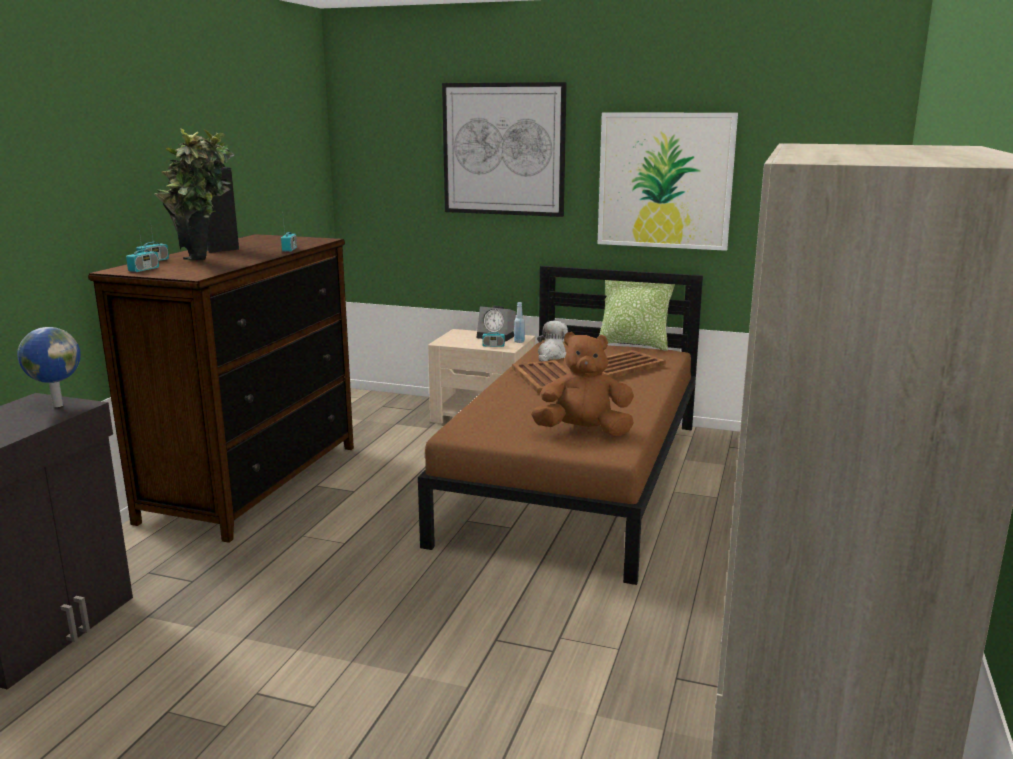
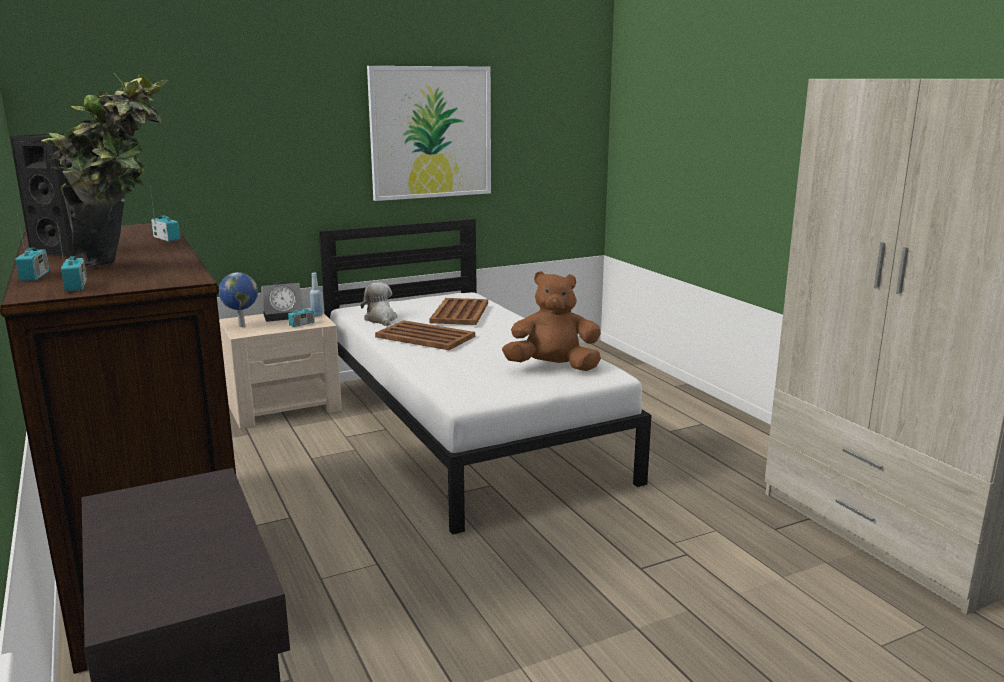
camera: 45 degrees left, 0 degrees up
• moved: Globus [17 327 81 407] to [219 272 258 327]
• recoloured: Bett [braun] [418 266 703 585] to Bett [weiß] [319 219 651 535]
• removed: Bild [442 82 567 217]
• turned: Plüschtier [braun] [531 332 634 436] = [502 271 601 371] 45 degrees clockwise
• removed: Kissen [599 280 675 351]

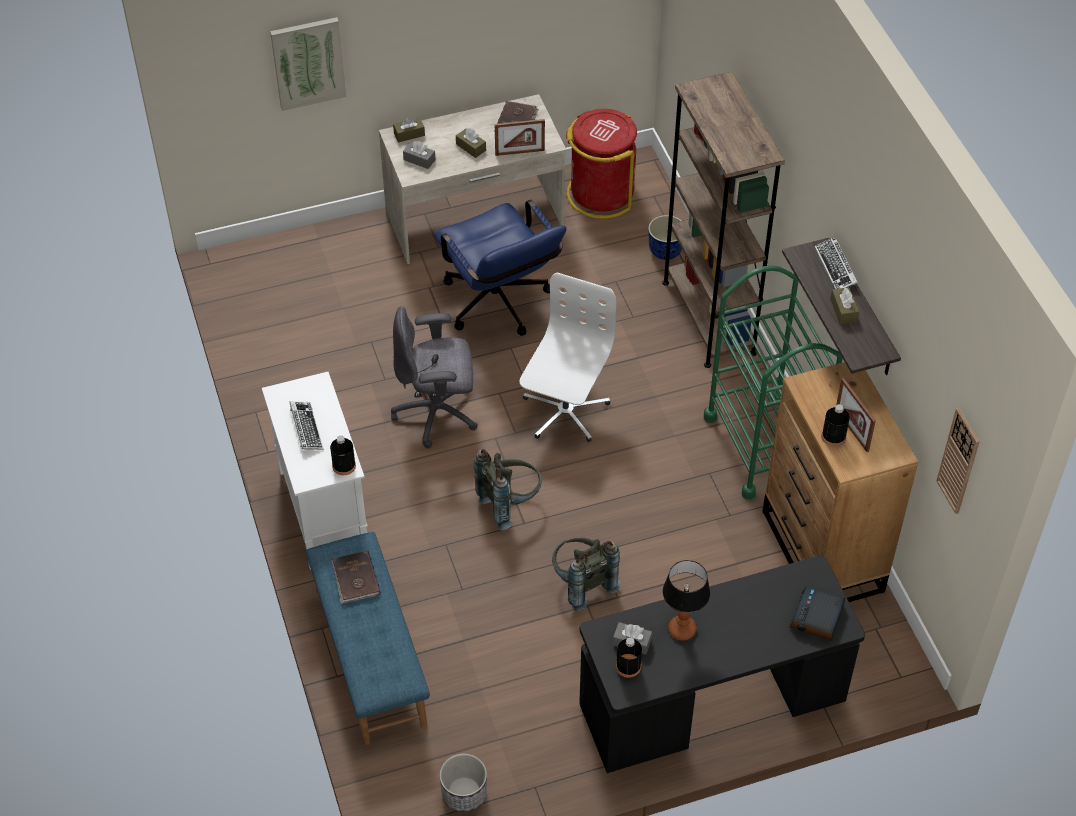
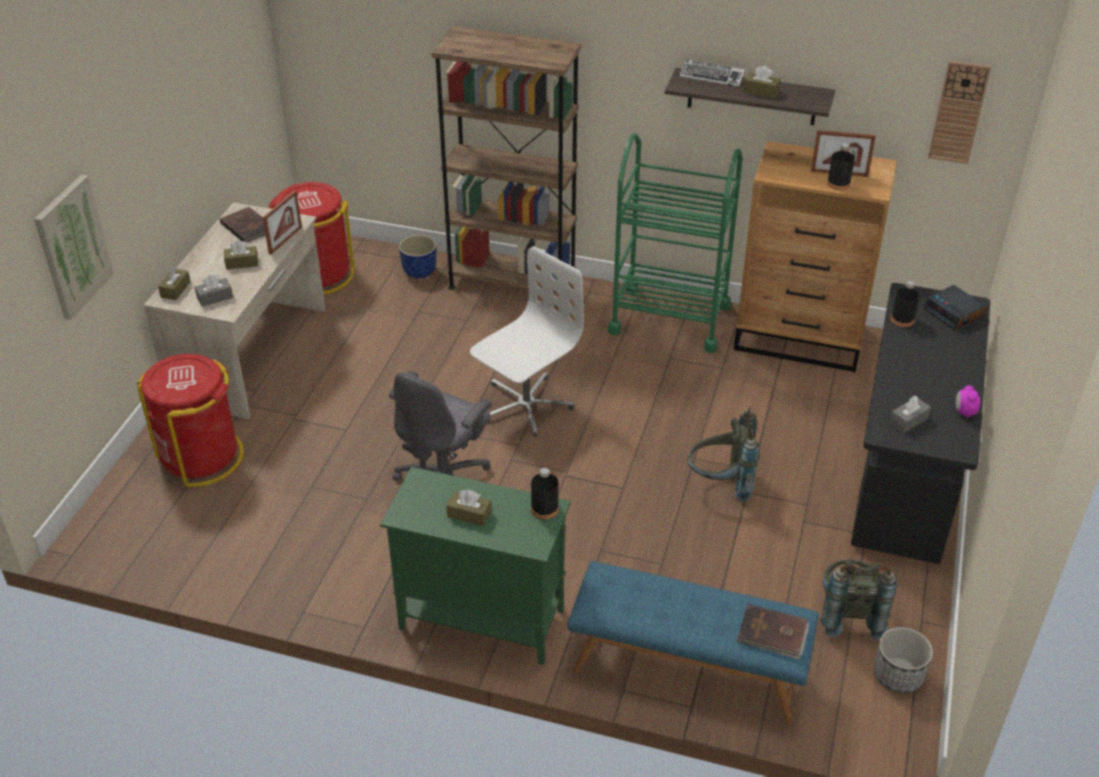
camera: 55 degrees left, 10 degrees down
• recoloured: Schrank [weiß] [262 372 368 570] to Schrank [grün] [380 467 571 665]
• replaced: Tastatur [289 401 324 450] to Taschentuchbox [braun] [446 490 491 526]
• moved: Buch [braun] [332 550 381 604] to [736 604 809 660]
• removed: Bürostuhl [blau] [434 200 567 336]
• moved: Rucksack [grau] [474 449 542 530] to [821 559 897 640]
• turned: Bürostuhl [weiß] [519 272 616 442] = [470 246 584 437] 75 degrees clockwise
• moved: Flasche [schwarz] [616 637 642 678] to [890 281 920 327]
• removed: Tischlampe [663 560 710 641]
• added: Mülleimer [rot] [137 354 244 487]
• added: Wecker [956 386 980 418]

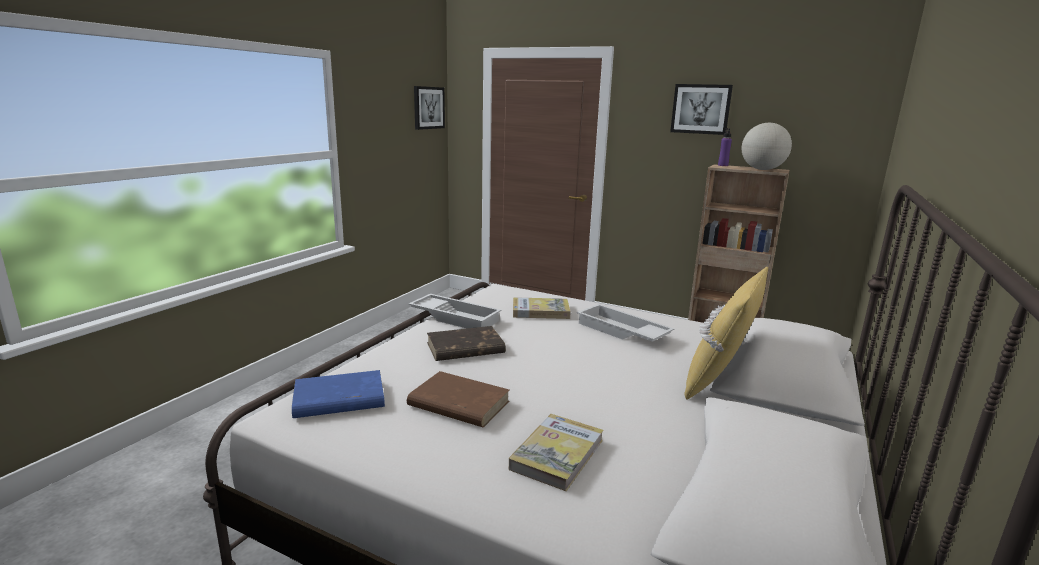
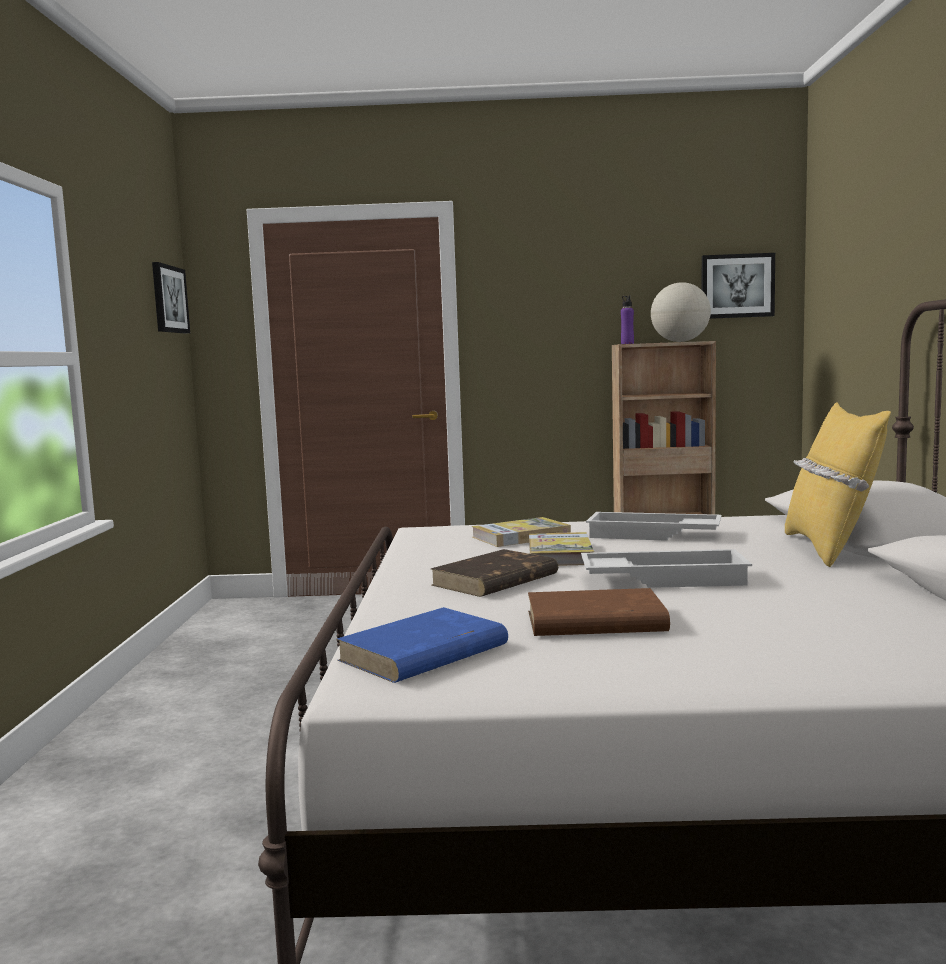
camera: 25 degrees left, 10 degrees down
• moved: Tablett [weiß] [408 294 501 328] to [581 549 752 588]
• moved: Buch [509 414 604 491] to [529 532 594 566]
• moved: Bild [670 84 733 135] to [702 253 775 319]

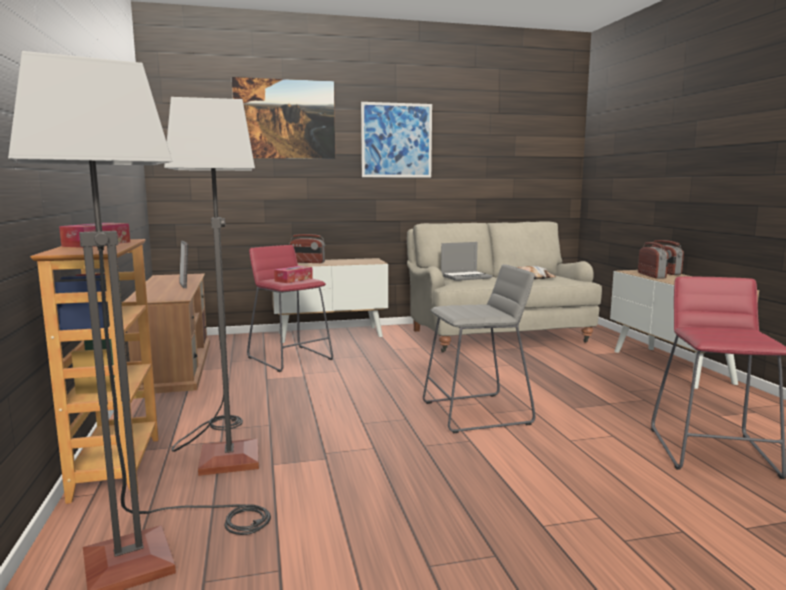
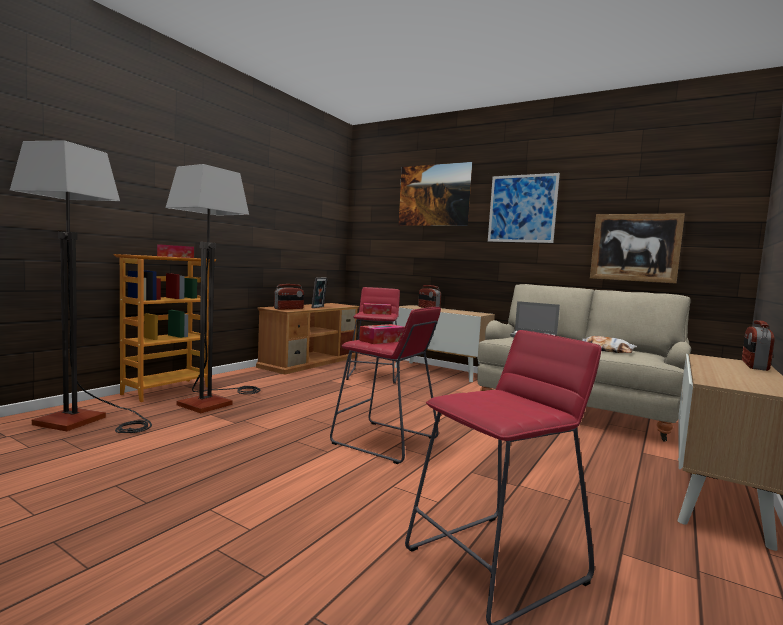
camera: 45 degrees right, 5 degrees down
• recoloured: Hocker [grau] [423 264 535 433] to Hocker [rot] [330 307 441 464]
• moved: Radio [638 242 669 278] to [274 284 304 310]
• added: Taschentuchbox [359 324 405 344]
• added: Bild [590 213 685 284]

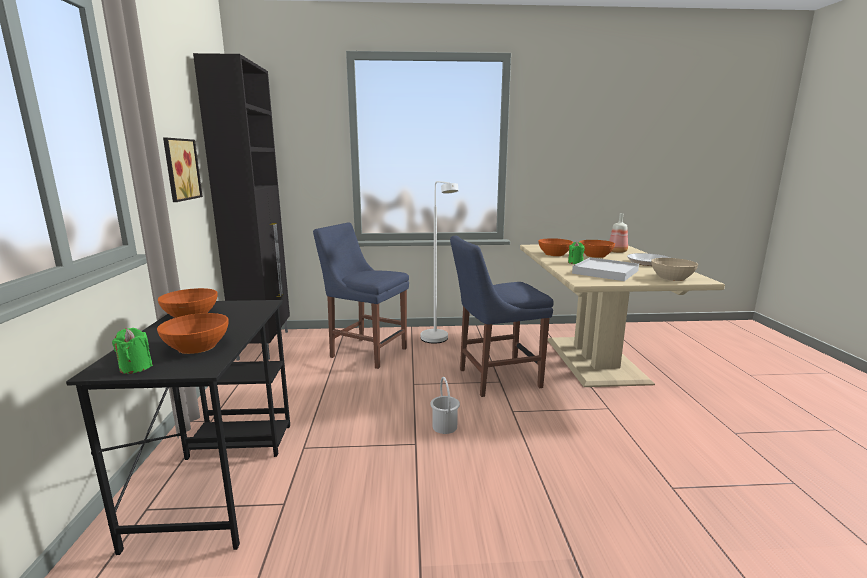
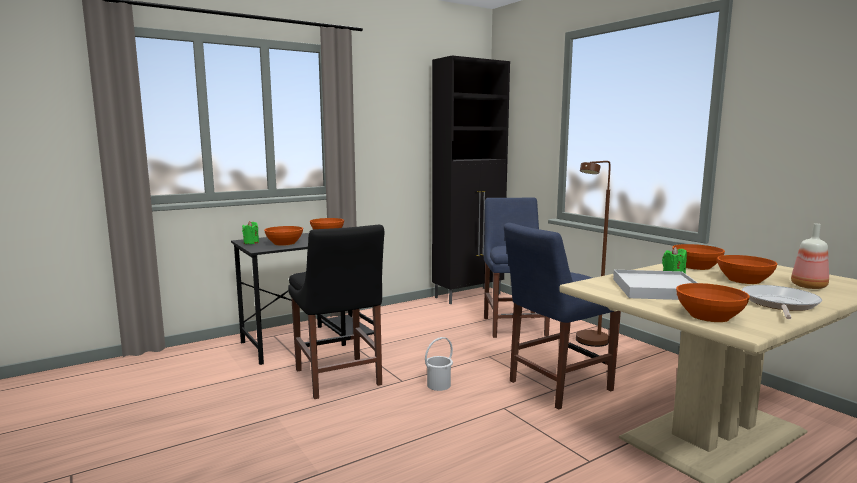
camera: 60 degrees right, 5 degrees down
• removed: Bild [163 138 203 202]
• recoloured: Stehlampe [weiß] [421 181 459 343] to Stehlampe [braun] [576 161 611 347]
• turned: Stuhl [blau] [450 236 554 397] = [504 223 621 410] 75 degrees counterclockwise
• recoloured: Schüssel [beige] [651 258 698 281] to Schüssel [orange] [676 283 750 322]
• added: Stuhl [schwarz] [288 225 384 399]

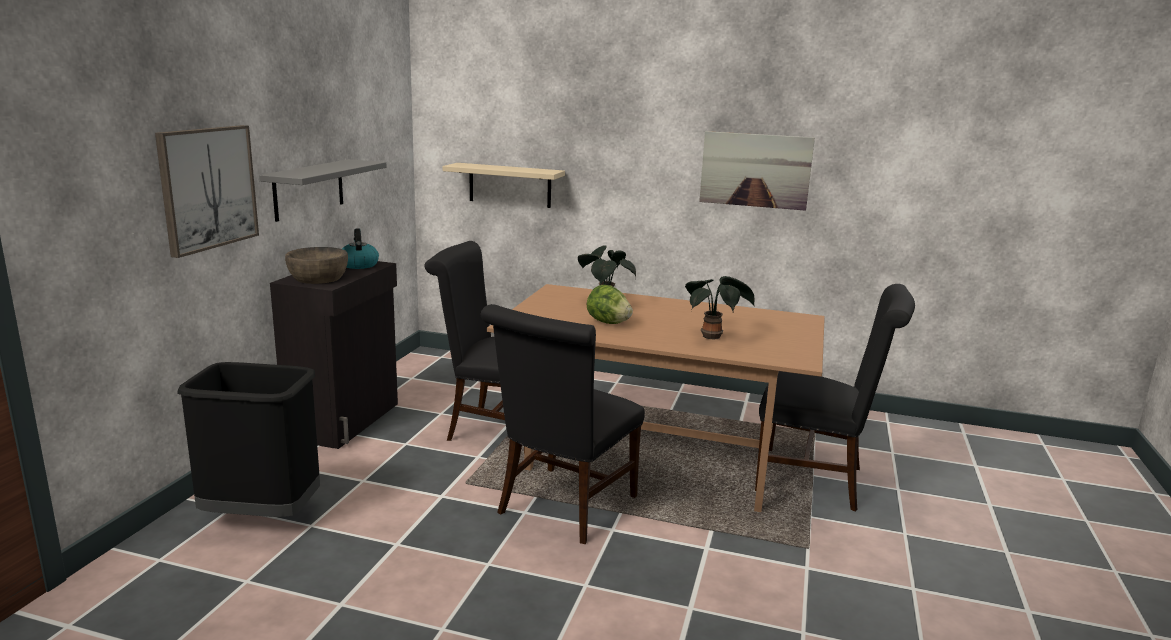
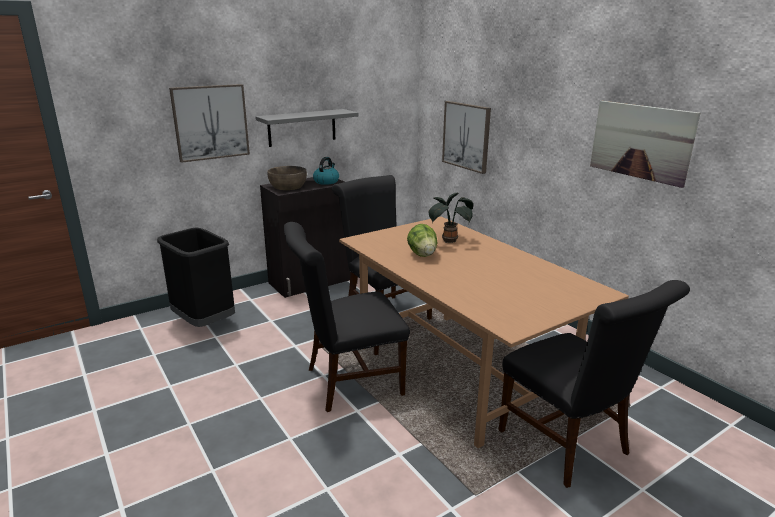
camera: 40 degrees right, 5 degrees up
• replaced: Wandregal [beige] [443 163 565 208] to Bild [442 101 491 174]
• removed: Topfpflanze [685 276 754 339]

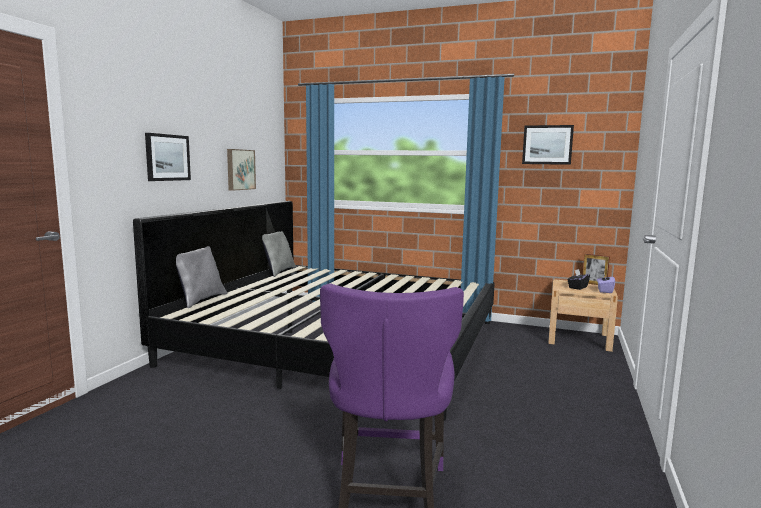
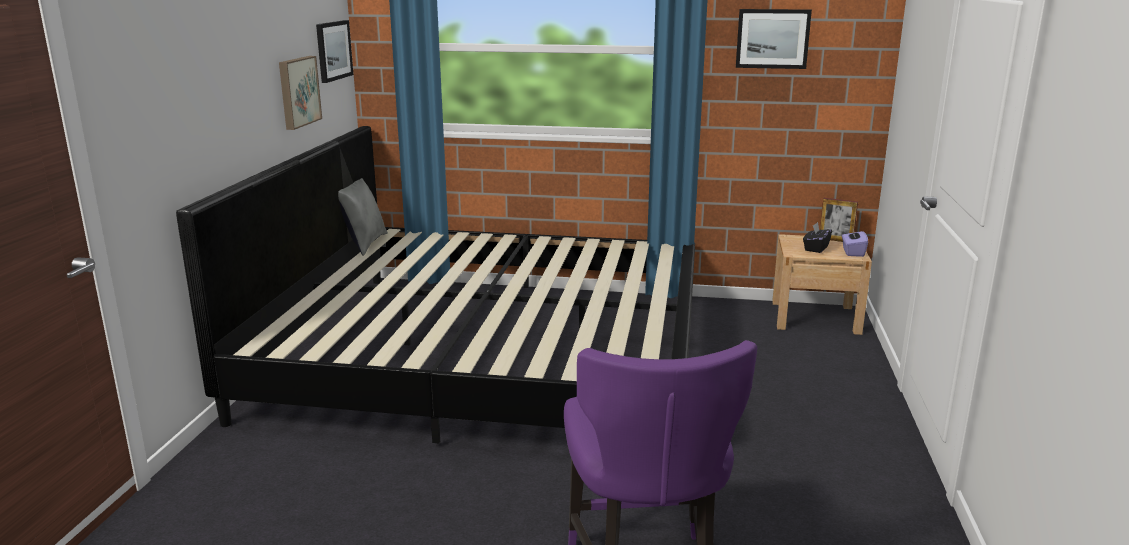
camera: 10 degrees left, 10 degrees up
• moved: Bild [145 133 191 181] to [316 20 353 83]
• removed: Kissen [grau] [176 246 228 308]

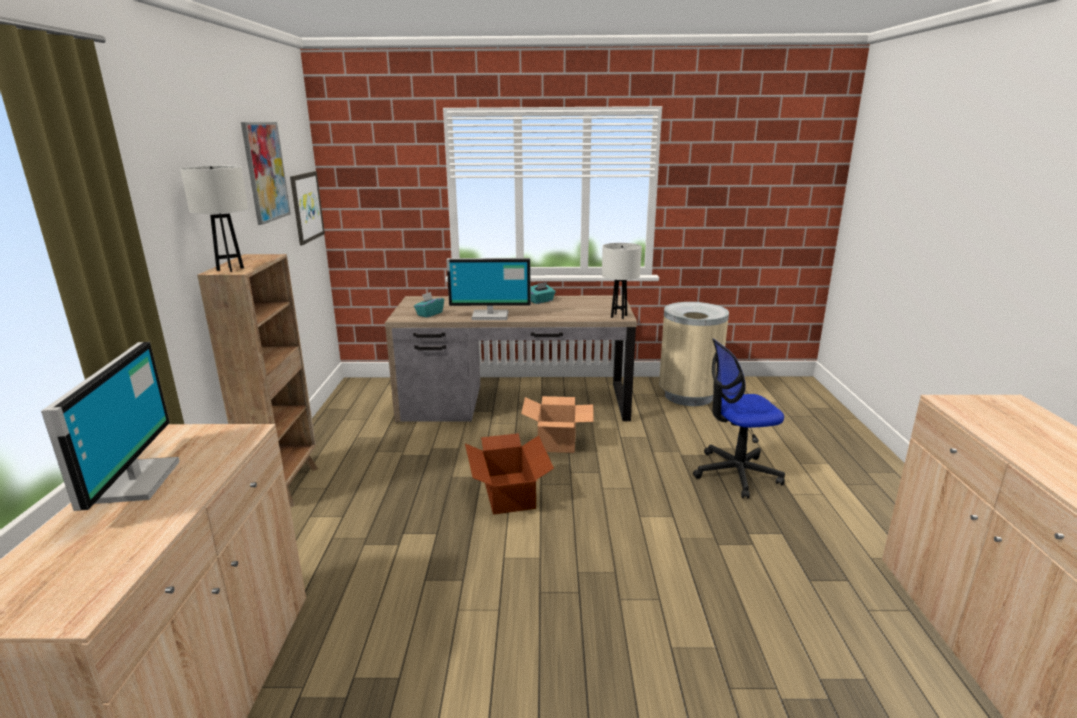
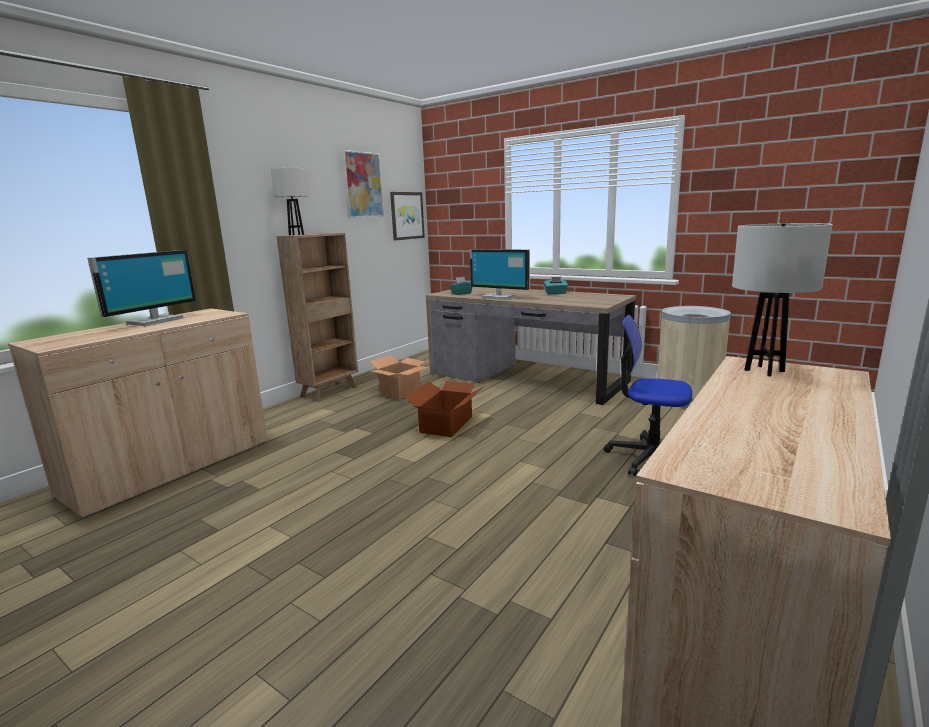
camera: 35 degrees right, 5 degrees down
• moved: Karton [521 396 594 453] to [369 355 429 400]
• moved: Tischlampe [weiß] [602 243 642 319] to [732 223 833 376]

